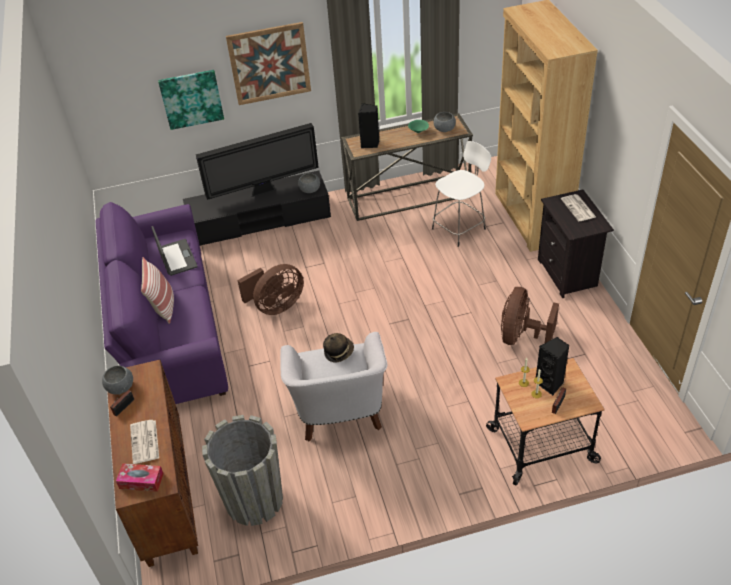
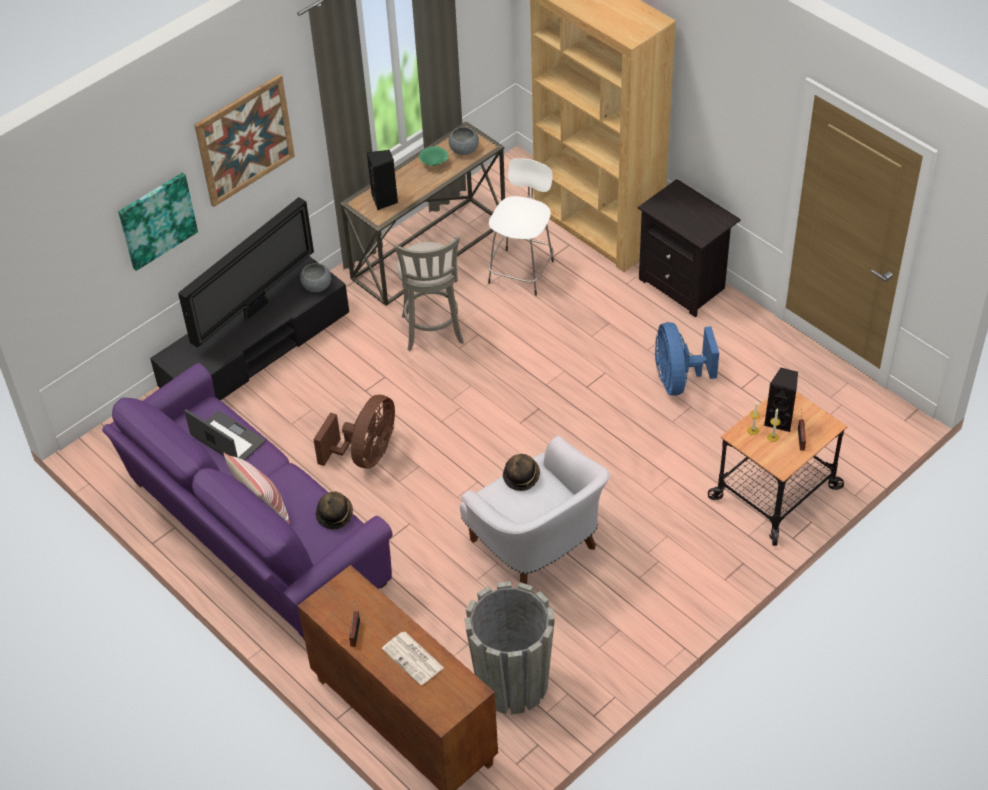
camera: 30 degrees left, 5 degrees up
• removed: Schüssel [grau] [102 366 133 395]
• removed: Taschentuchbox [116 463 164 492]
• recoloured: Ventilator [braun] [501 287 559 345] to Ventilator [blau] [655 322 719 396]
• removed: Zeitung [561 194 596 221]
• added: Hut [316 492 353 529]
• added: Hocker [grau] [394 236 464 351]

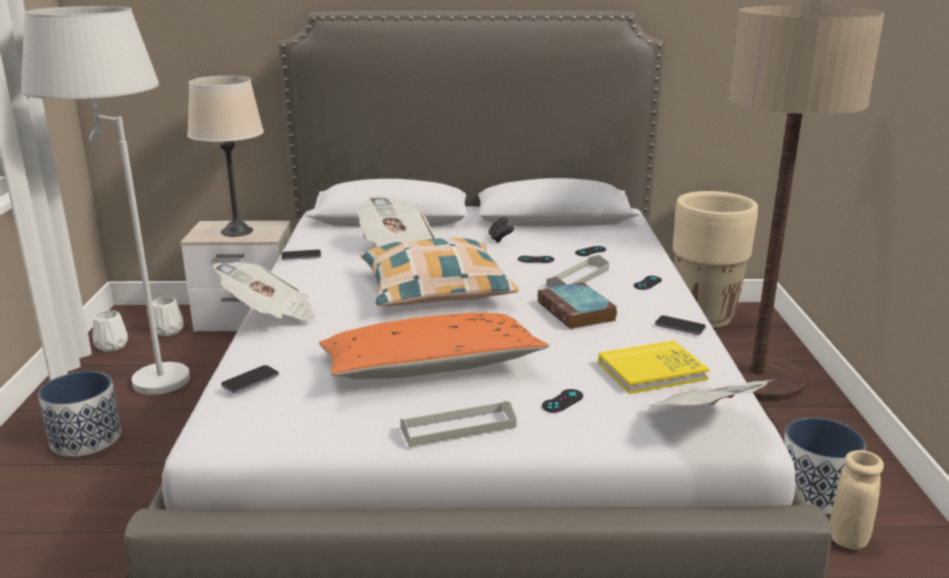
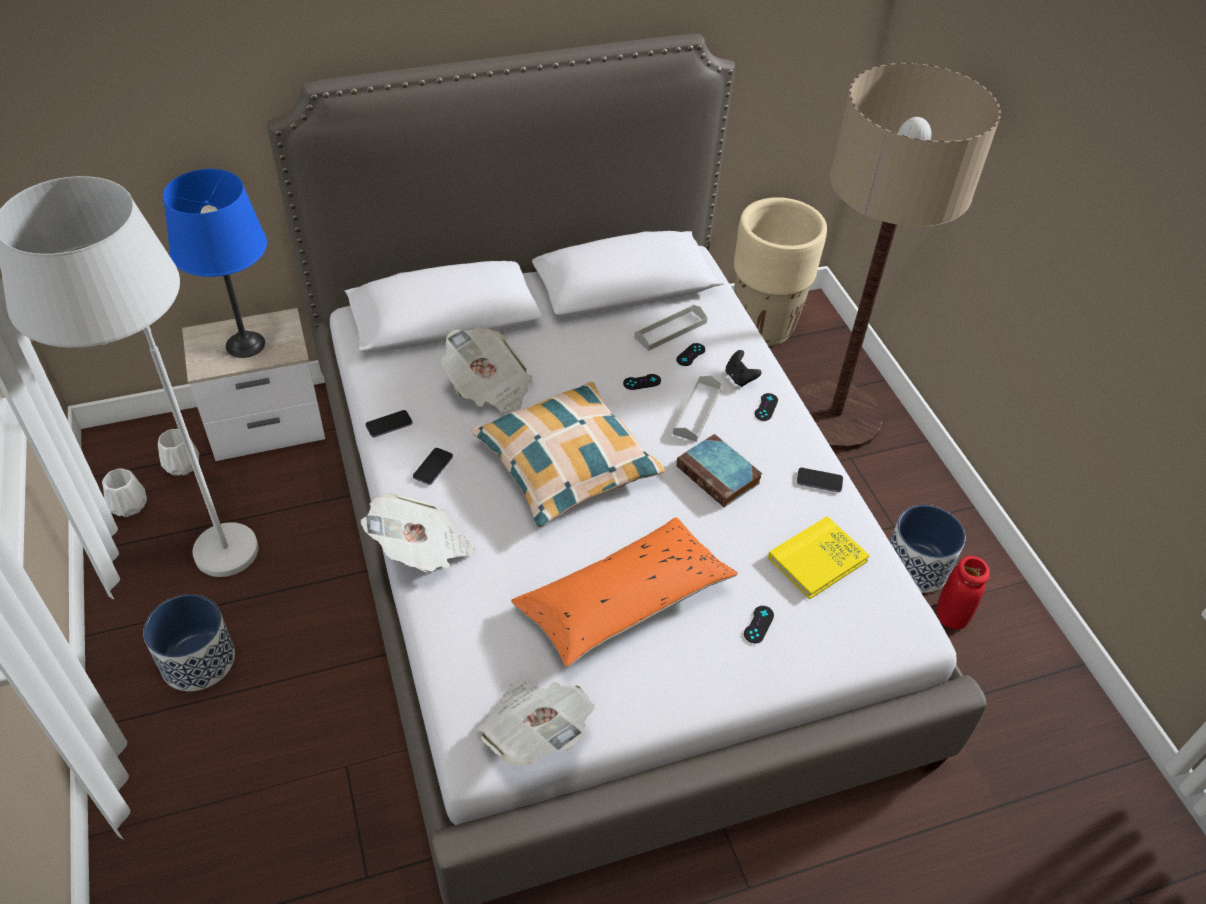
camera: 20 degrees left, 25 degrees up
• recoloured: Tischlampe [beige] [187 76 264 237] to Tischlampe [blau] [163 169 267 358]
• moved: Handy [221 365 279 393] to [413 448 453 485]
• moved: Tablett [grau] [400 401 517 447] to [634 305 708 351]
• moved: Gamepad [schwarz] [489 217 514 243] to [726 350 762 387]
• moved: Zeitung [646 379 777 407] to [476 680 595 765]
• recoloured: Vase [beige] [830 450 884 550] to Vase [rot] [937 556 990 629]

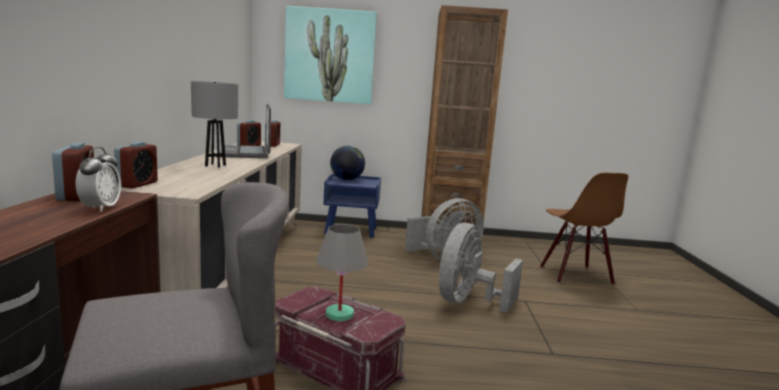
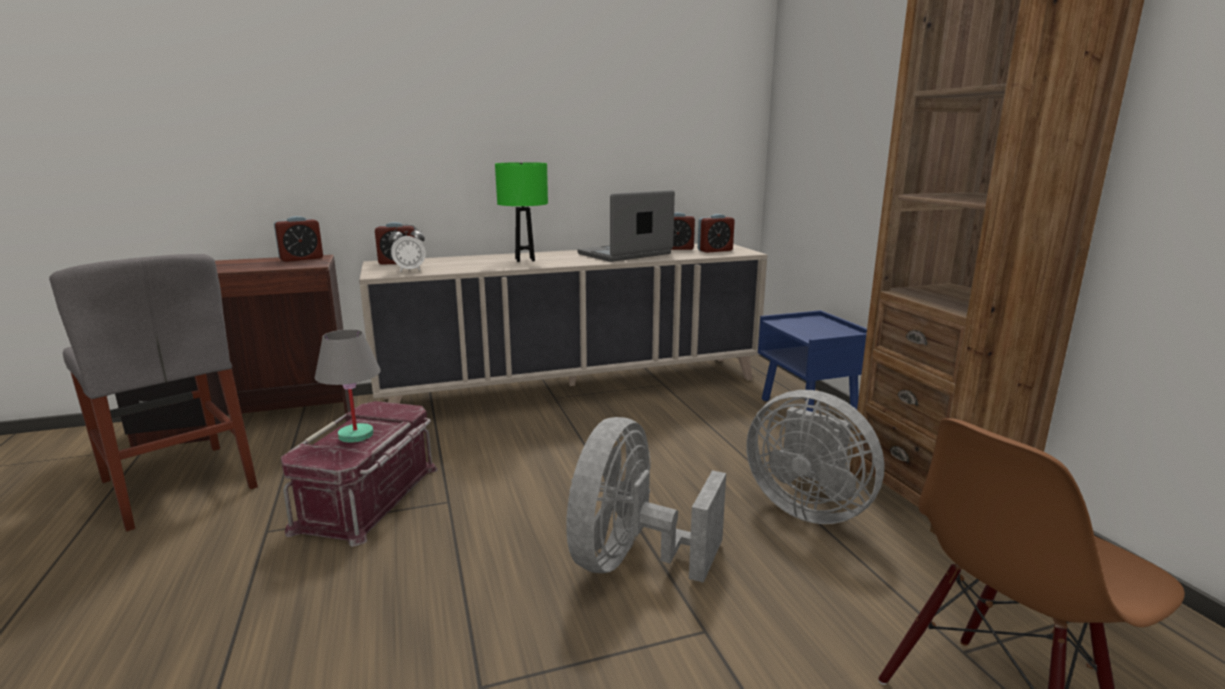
camera: 70 degrees right, 5 degrees up
• moved: Wecker [76 147 121 212] to [389 224 426 272]
• recoloured: Tischlampe [grau] [191 81 238 168] to Tischlampe [grün] [495 162 548 262]
• removed: Bild [284 6 377 104]
• removed: Globus [330 146 365 180]
• turned: Ventilator [grau] [439 223 523 313] = [566 417 726 583] 75 degrees counterclockwise

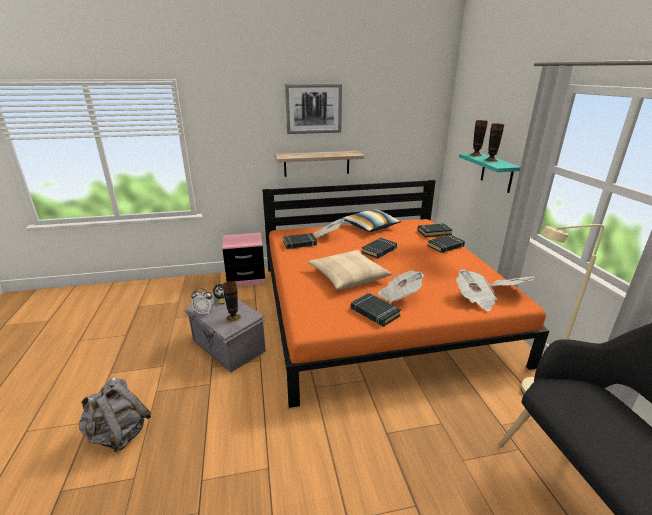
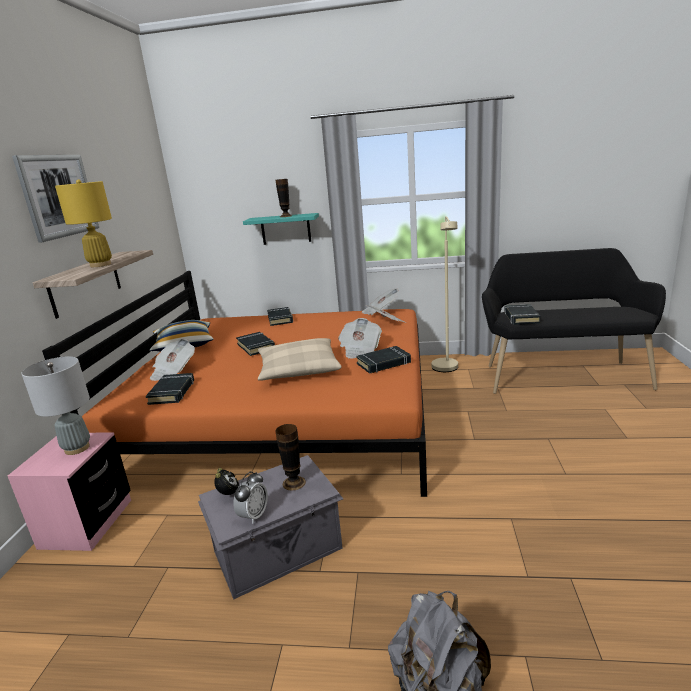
camera: 70 degrees left, 5 degrees down
• moved: Buch [schwarz] [417 223 453 237] to [504 304 541 325]
• removed: Vase [470 120 488 157]
• added: Tischlampe [grau] [21 356 90 455]
• added: Tischlampe [gelb] [55 180 112 267]

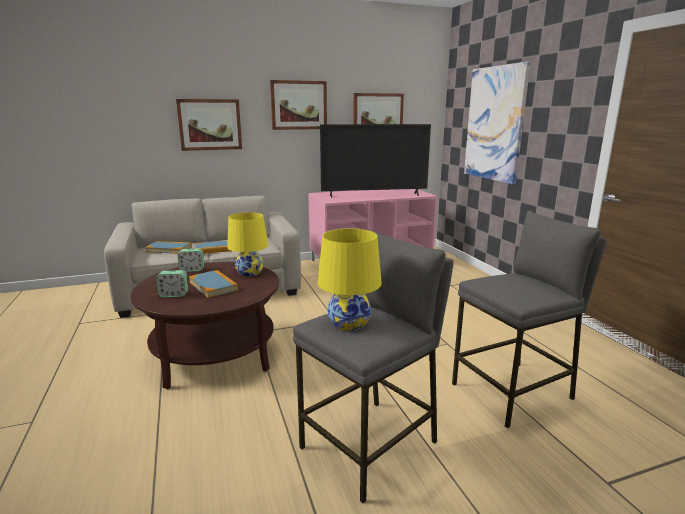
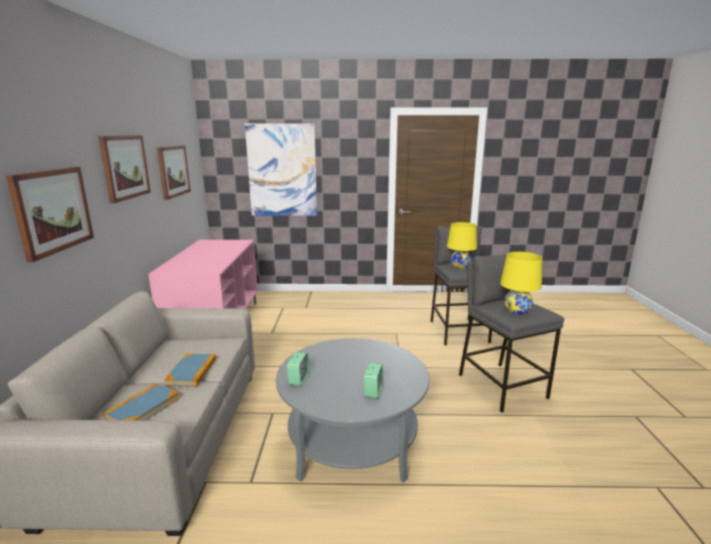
camera: 70 degrees left, 0 degrees up
• recoloured: Couchtisch [braun] [130 262 279 389] to Couchtisch [grau] [276 338 429 483]
• removed: Buch [189 270 239 298]
• moved: Tischlampe [gelb] [227 212 268 276] to [447 222 477 269]
• removed: Fernseher [320 124 431 198]

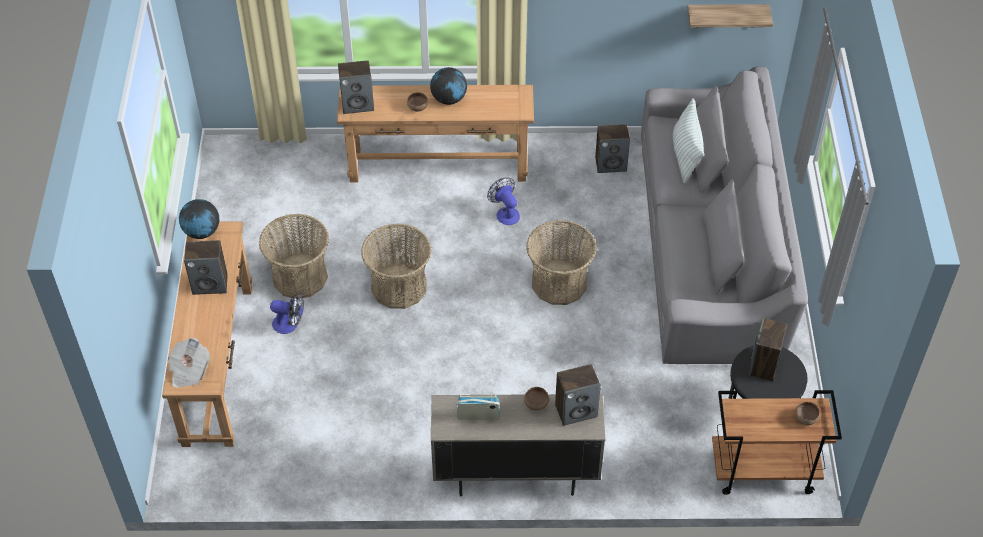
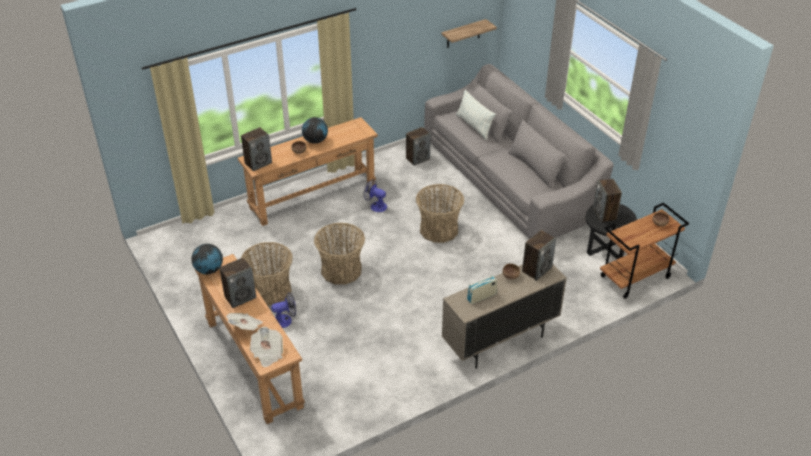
camera: 30 degrees left, 10 degrees down
• added: Zeitung [226 313 263 331]

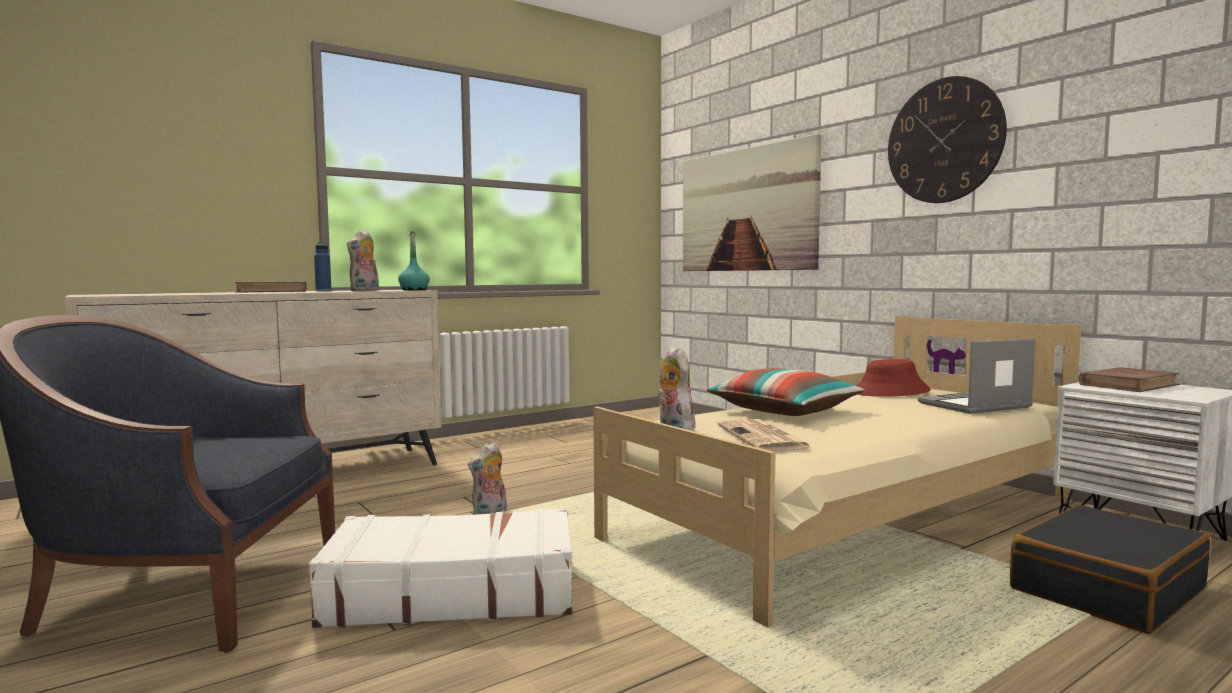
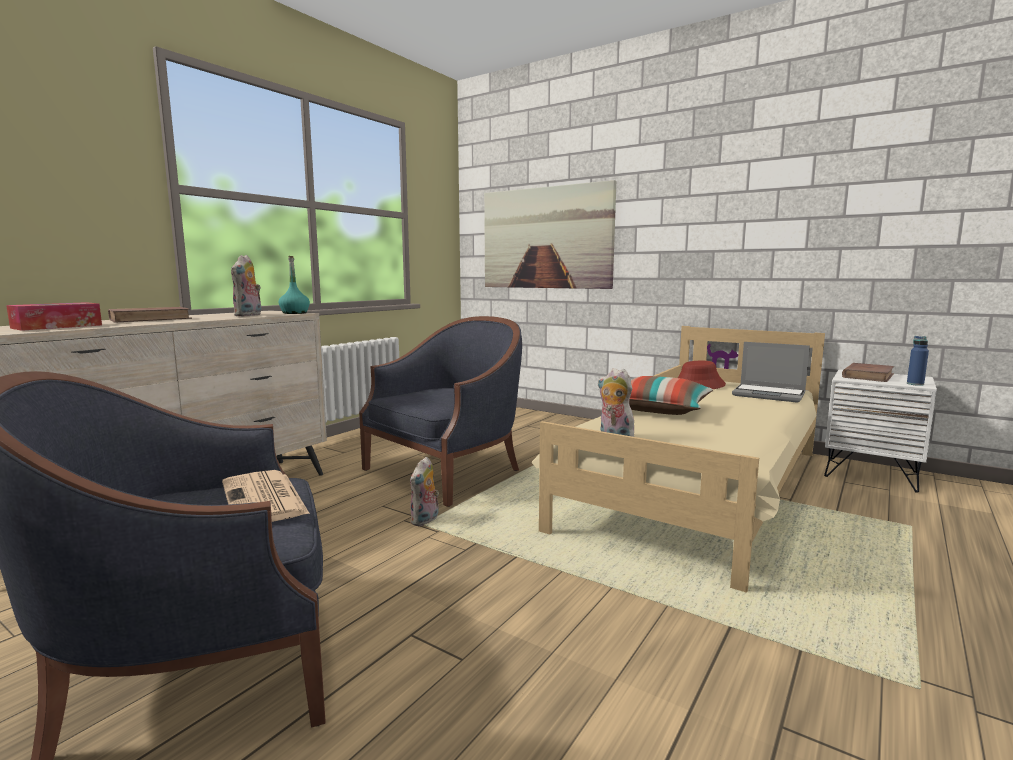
camera: 20 degrees left, 5 degrees up
• removed: Koffer [weiß] [308 508 573 628]
• moved: Flasche [blau] [314 241 331 291] to [907 336 929 386]
• moved: Zeitung [717 419 814 451] to [222 470 310 522]
• removed: Wanduhr [888 76 1007 203]
• turned: Laptop [918 338 1035 414] = [732 342 810 403] 105 degrees counterclockwise
• removed: Koffer [schwarz] [1010 505 1210 634]
• added: Taschentuchbox [6 302 102 331]
• added: Sessel [blau] [359 316 522 507]

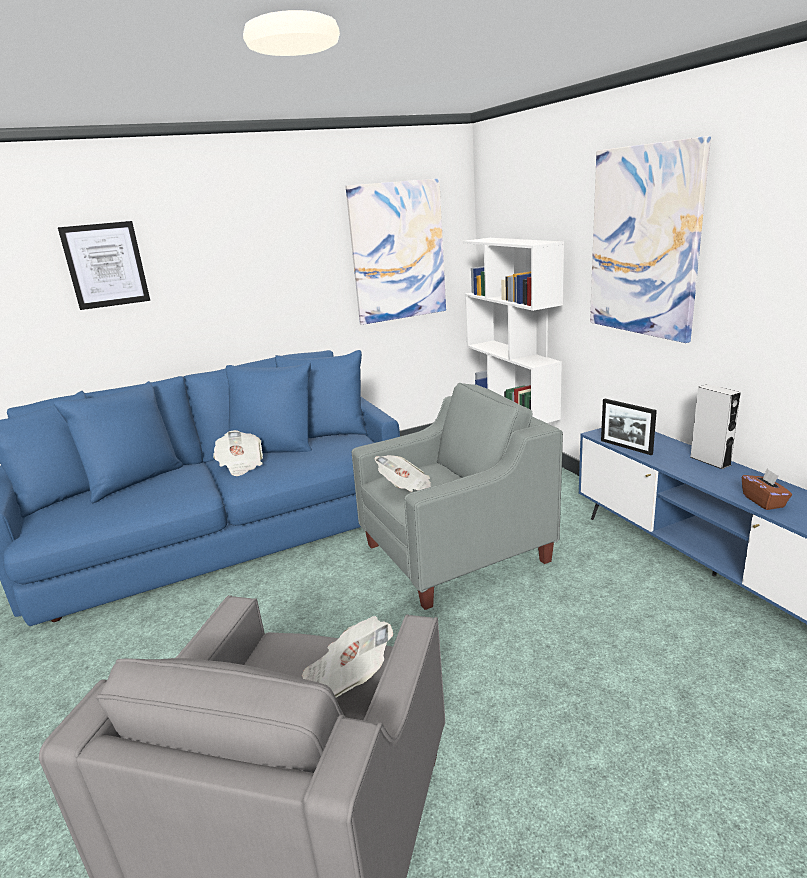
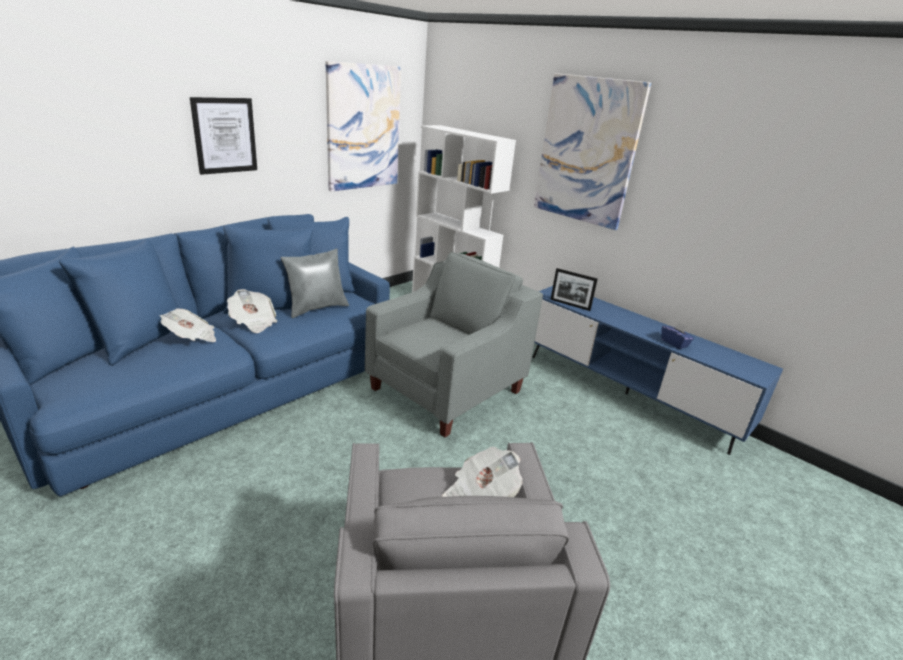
camera: 25 degrees left, 5 degrees up
• moved: Bild [58 221 150 310] to [190 97 257 175]
• moved: Zeitung [375 455 431 492] to [159 308 216 342]
• removed: Lautsprecher [grau] [690 384 741 469]
• recoloured: Taschentuchbox [braun] [742 469 792 510] to Taschentuchbox [blau] [661 322 694 349]
• added: Kissen [grau] [281 249 349 318]

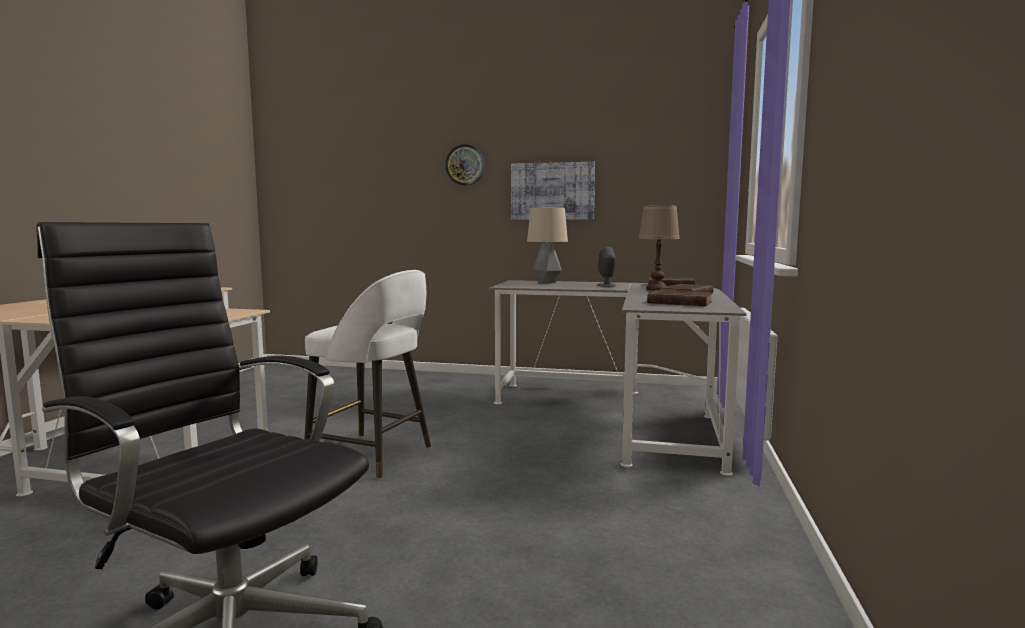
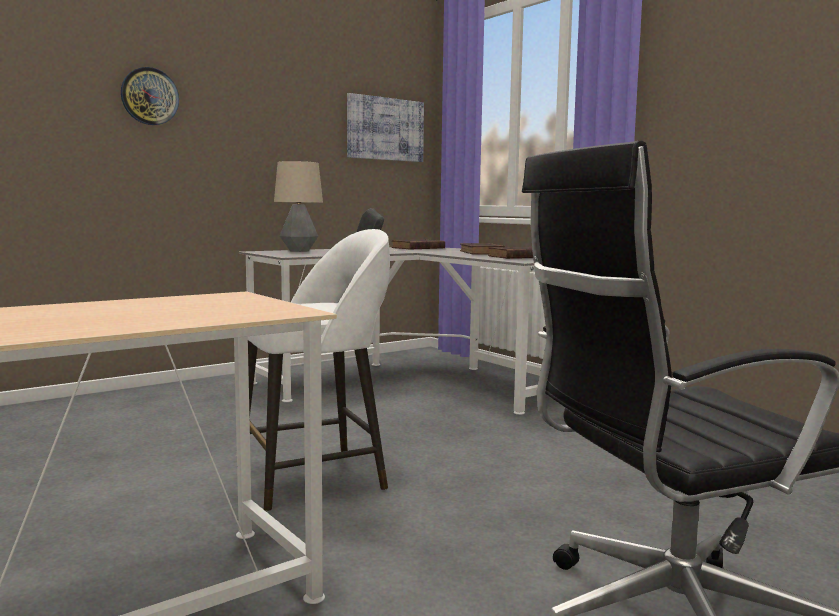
camera: 50 degrees left, 0 degrees up
• moved: Bild [511 162 595 220] to [347 93 424 162]
• removed: Tischlampe [braun] [638 205 680 291]

